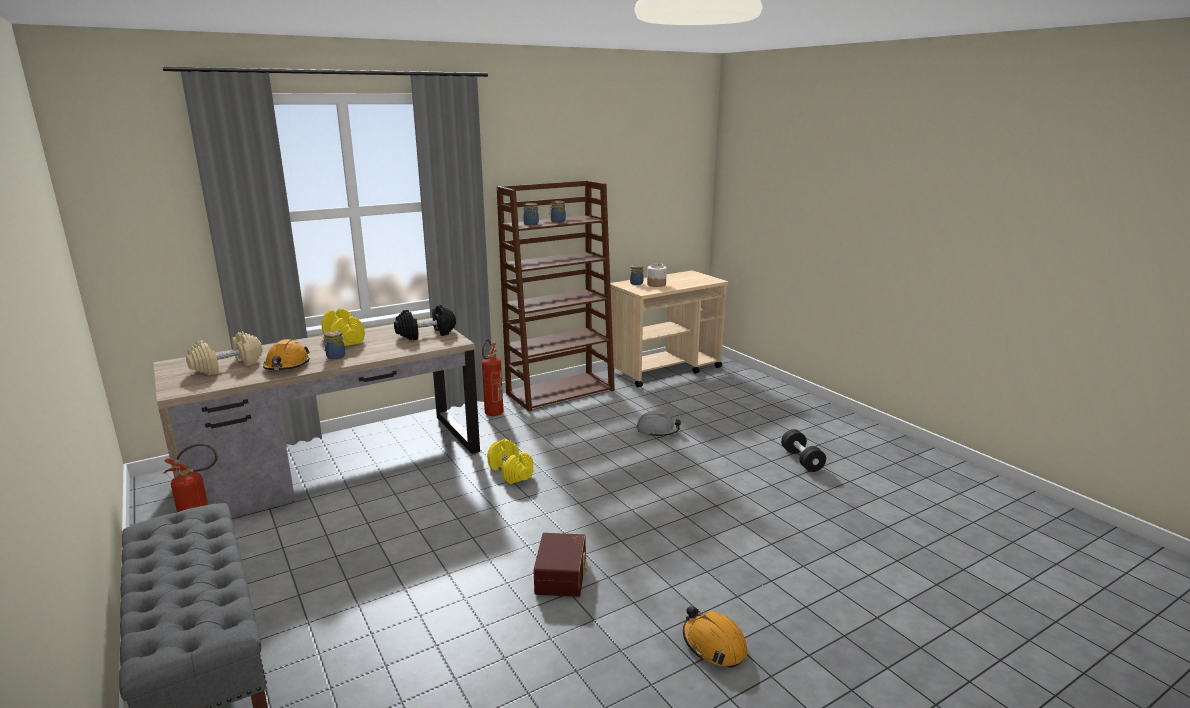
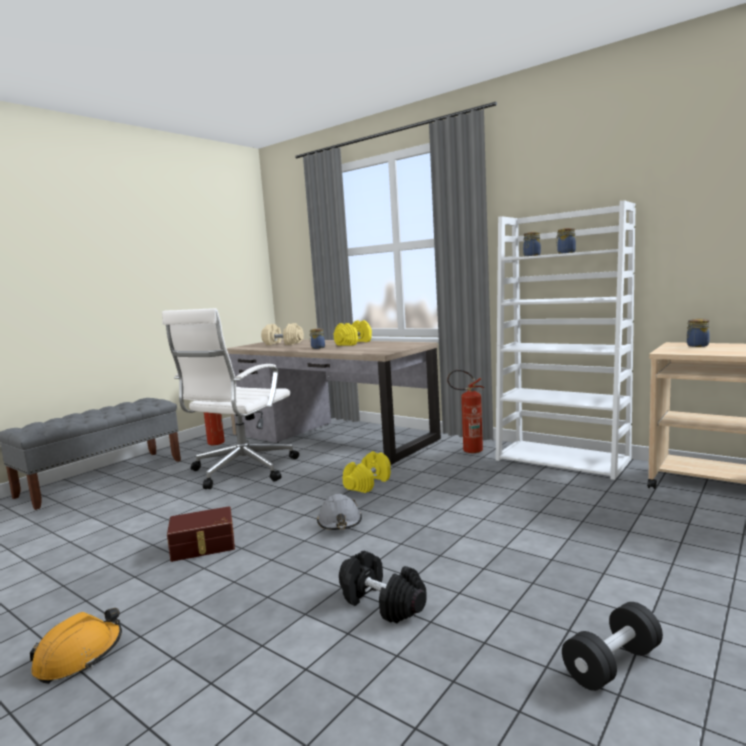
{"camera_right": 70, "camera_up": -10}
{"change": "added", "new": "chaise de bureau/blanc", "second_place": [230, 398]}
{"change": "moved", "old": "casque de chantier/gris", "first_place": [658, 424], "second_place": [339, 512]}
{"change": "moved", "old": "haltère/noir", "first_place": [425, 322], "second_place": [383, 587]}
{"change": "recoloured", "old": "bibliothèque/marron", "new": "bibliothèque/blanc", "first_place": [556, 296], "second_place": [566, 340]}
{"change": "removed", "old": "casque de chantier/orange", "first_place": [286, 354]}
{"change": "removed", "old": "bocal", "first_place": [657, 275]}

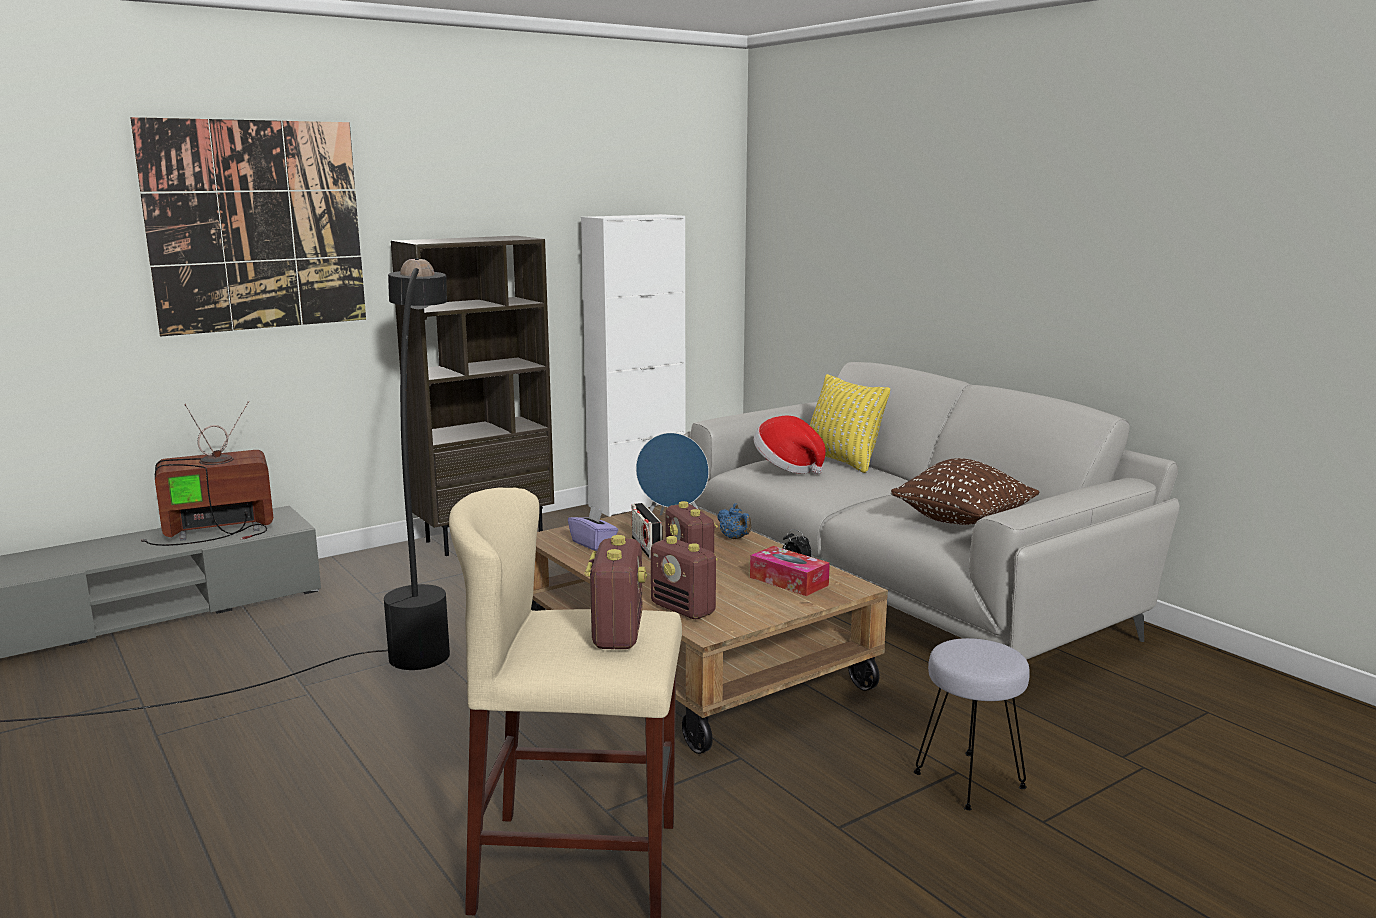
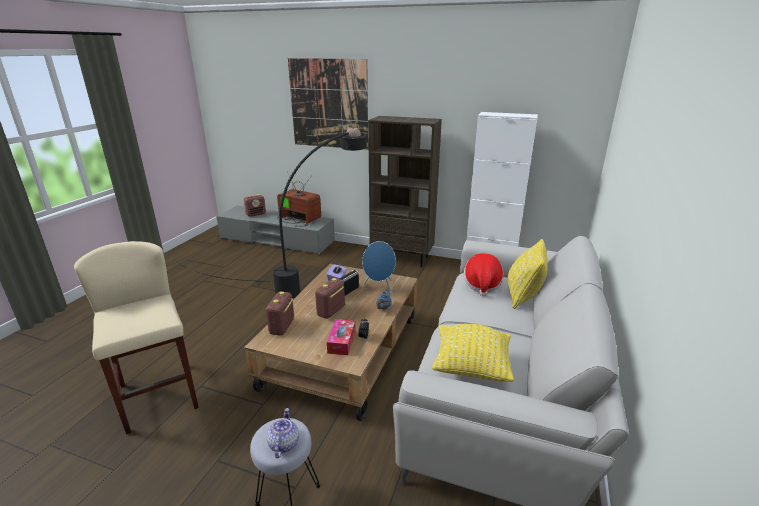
{"camera_right": 55, "camera_up": 10}
{"change": "moved", "old": "radio", "first_place": [615, 592], "second_place": [255, 205]}
{"change": "added", "new": "théière", "second_place": [283, 433]}
{"change": "recoloured", "old": "coussin/marron", "new": "coussin/jaune", "first_place": [965, 491], "second_place": [473, 353]}

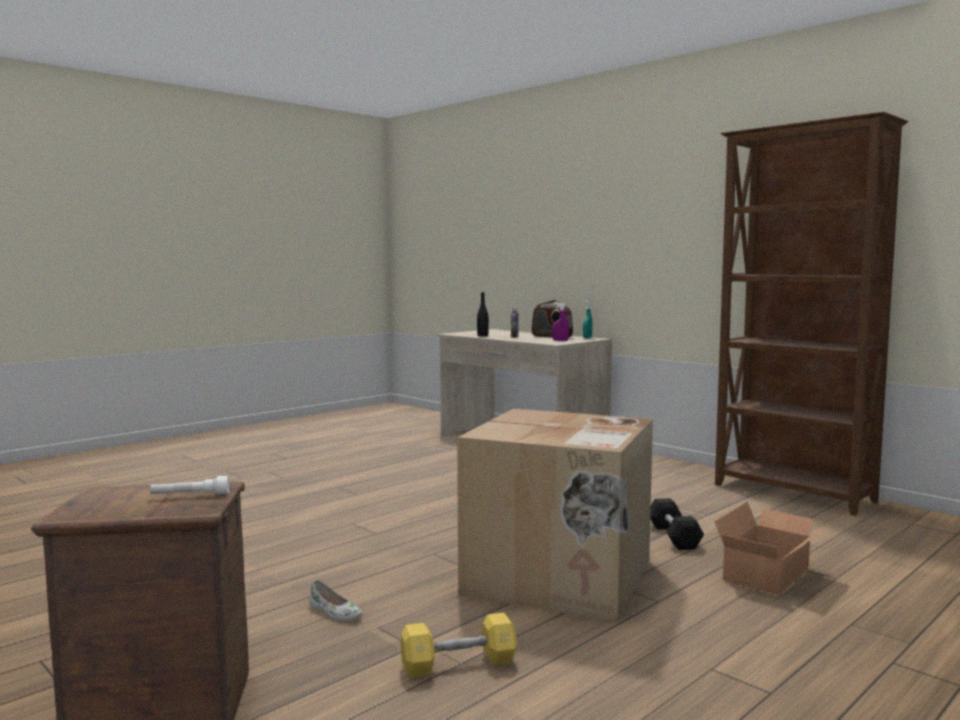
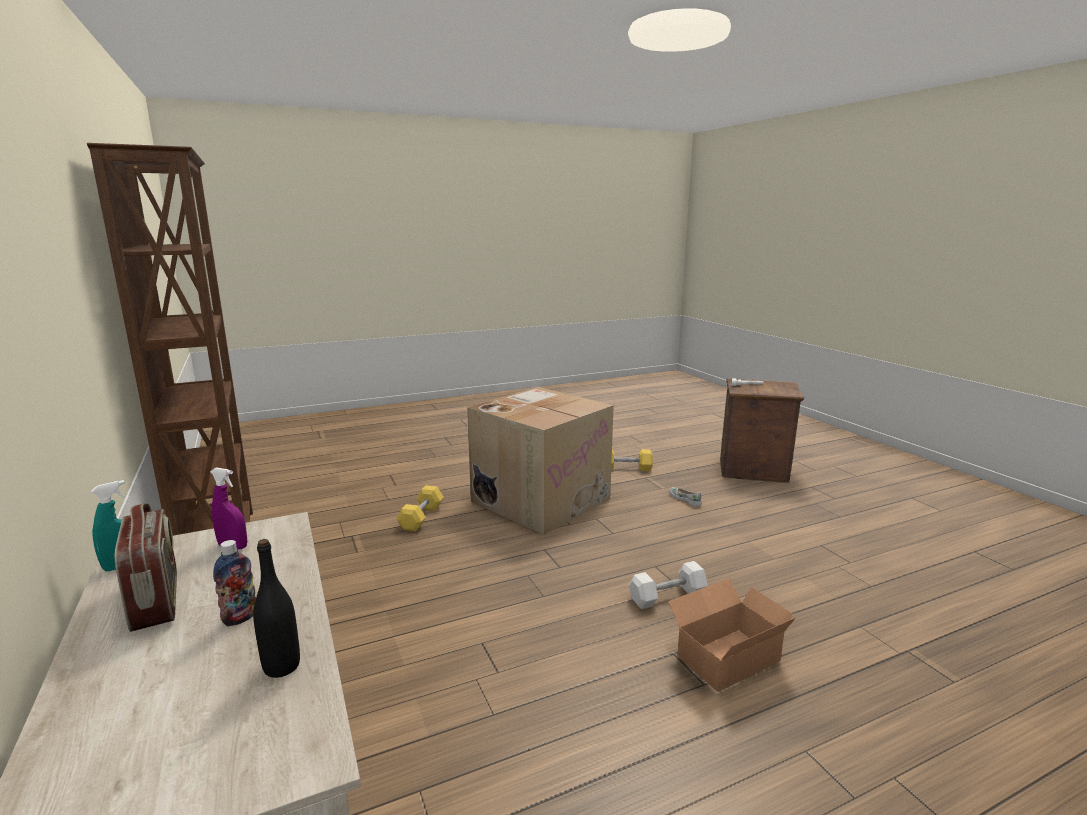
{"camera_right": -160, "camera_up": 10}
{"change": "recoloured", "old": "haltère/noir", "new": "haltère/jaune", "first_place": [677, 524], "second_place": [420, 508]}
{"change": "added", "new": "haltère/blanc", "second_place": [668, 585]}
{"change": "moved", "old": "carton", "first_place": [772, 548], "second_place": [732, 635]}

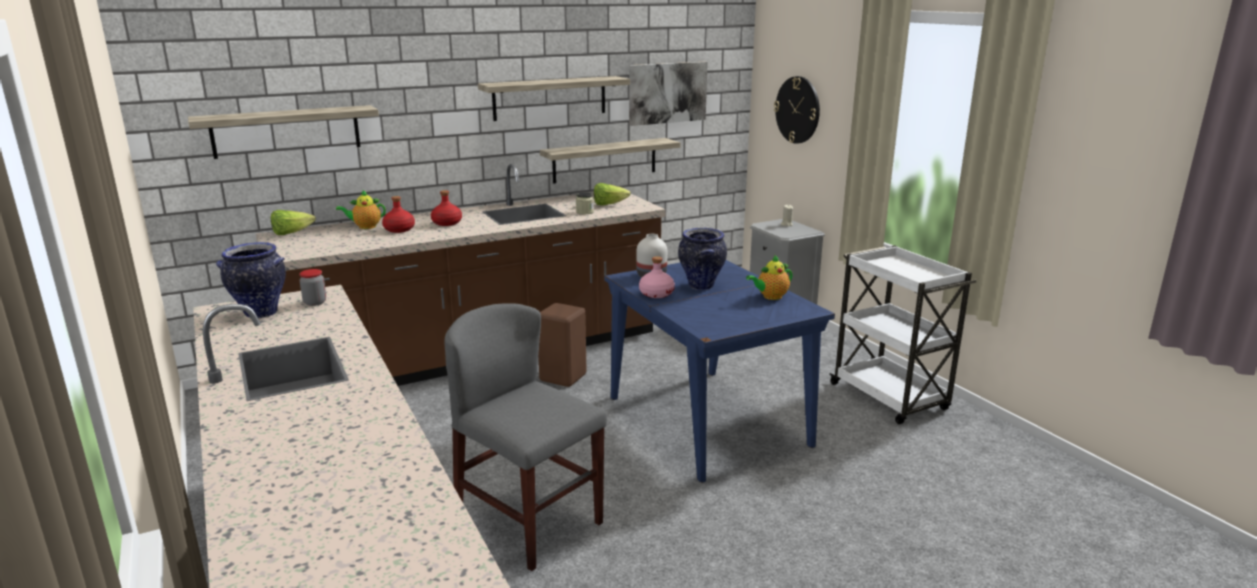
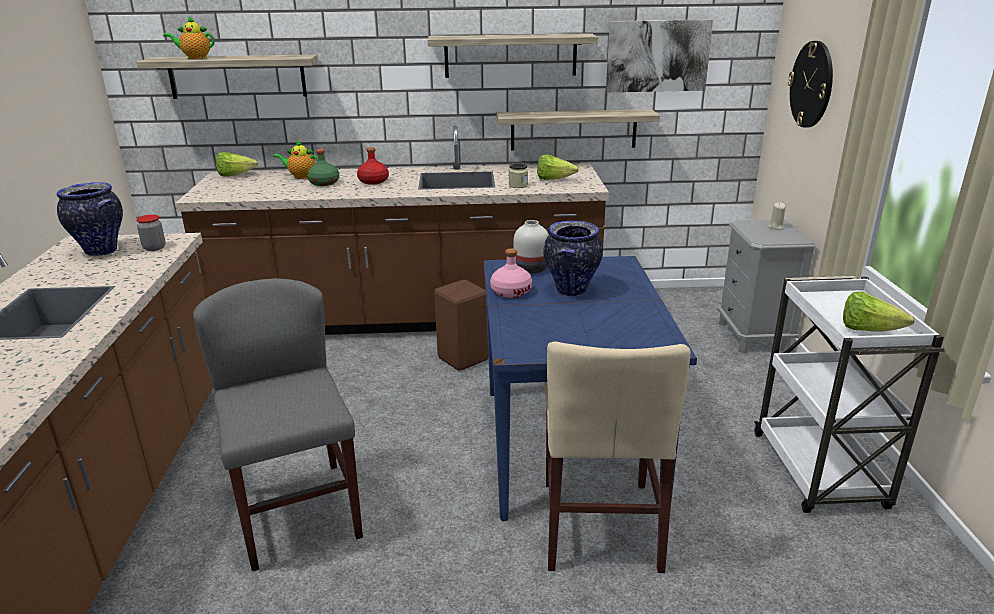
{"camera_right": 25, "camera_up": 5}
{"change": "moved", "old": "théière", "first_place": [769, 277], "second_place": [188, 37]}
{"change": "recoloured", "old": "bouteille/rouge", "new": "bouteille/vert", "first_place": [398, 214], "second_place": [323, 167]}
{"change": "added", "new": "chaise/beige", "second_place": [617, 457]}
{"change": "added", "new": "laitue", "second_place": [879, 312]}

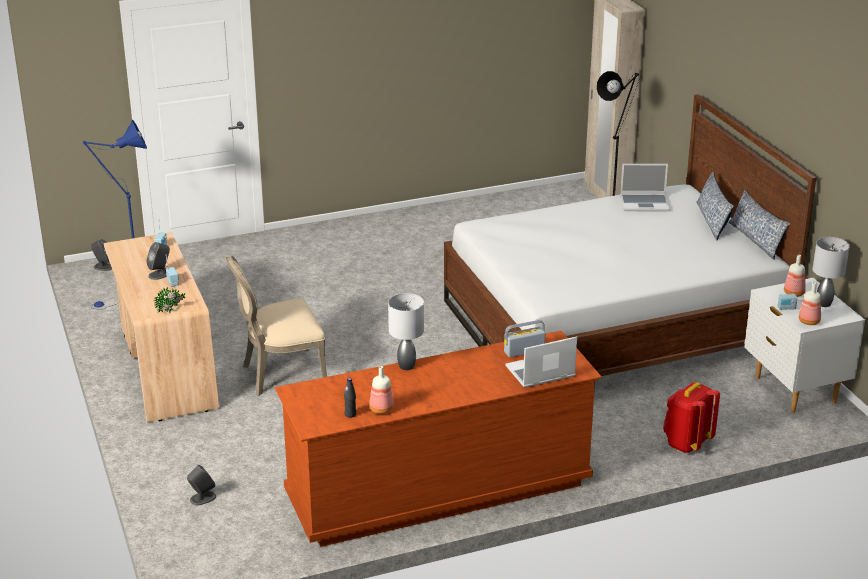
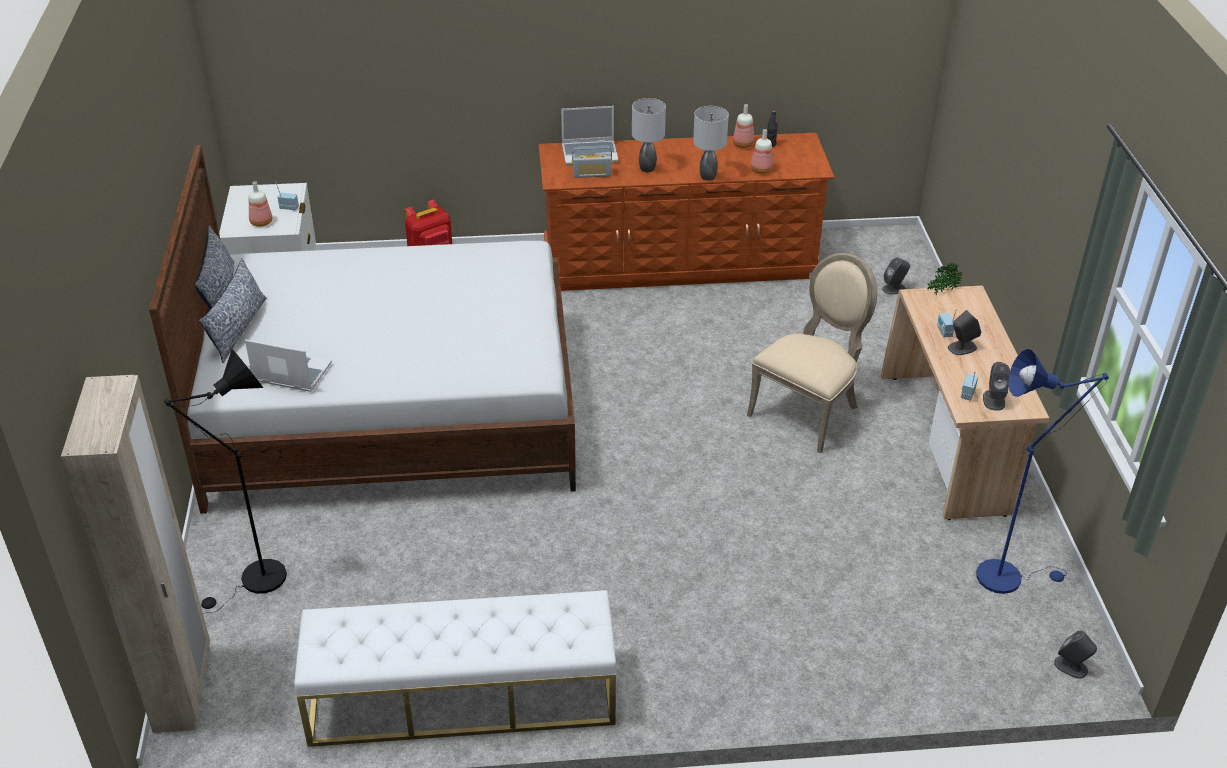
{"camera_right": -165, "camera_up": 10}
{"change": "added", "new": "banc/blanc", "second_place": [455, 668]}
{"change": "moved", "old": "lampe de table/gris", "first_place": [831, 272], "second_place": [649, 135]}
{"change": "turned", "old": "chaise/beige", "first_place": [276, 326], "second_place": [812, 353], "degrees": -45}
{"change": "moved", "old": "bouteille", "first_place": [810, 303], "second_place": [762, 151]}
{"change": "added", "new": "enceinte/gris", "second_place": [996, 386]}

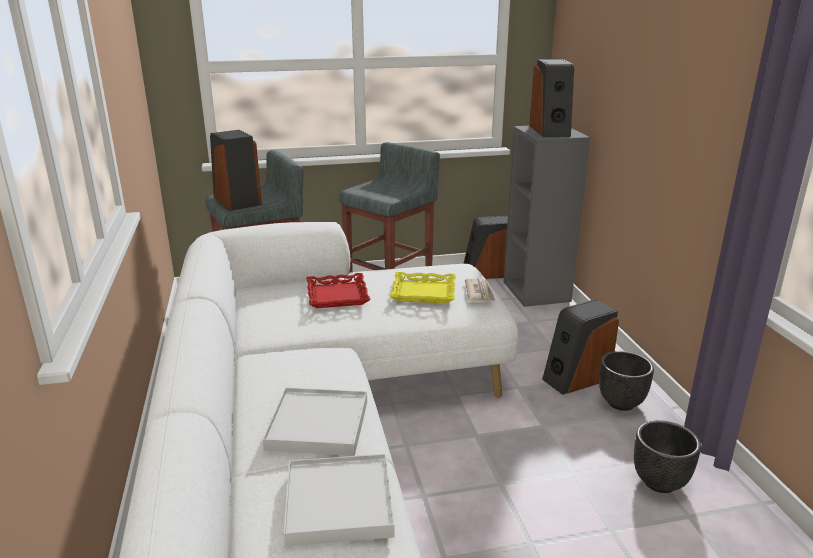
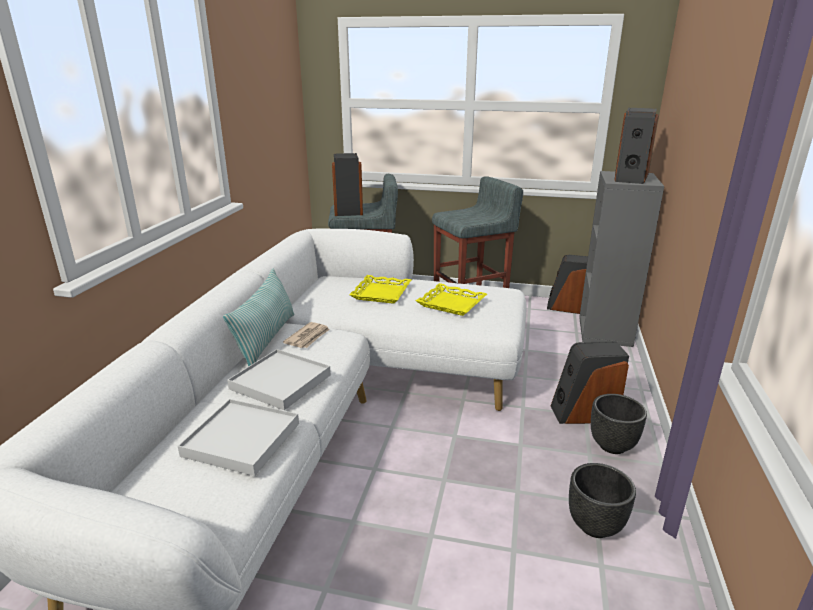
{"camera_right": 25, "camera_up": 0}
{"change": "added", "new": "coussin", "second_place": [258, 317]}
{"change": "moved", "old": "journal", "first_place": [480, 290], "second_place": [306, 335]}
{"change": "recoloured", "old": "plateau/rouge", "new": "plateau/jaune", "first_place": [338, 290], "second_place": [380, 289]}

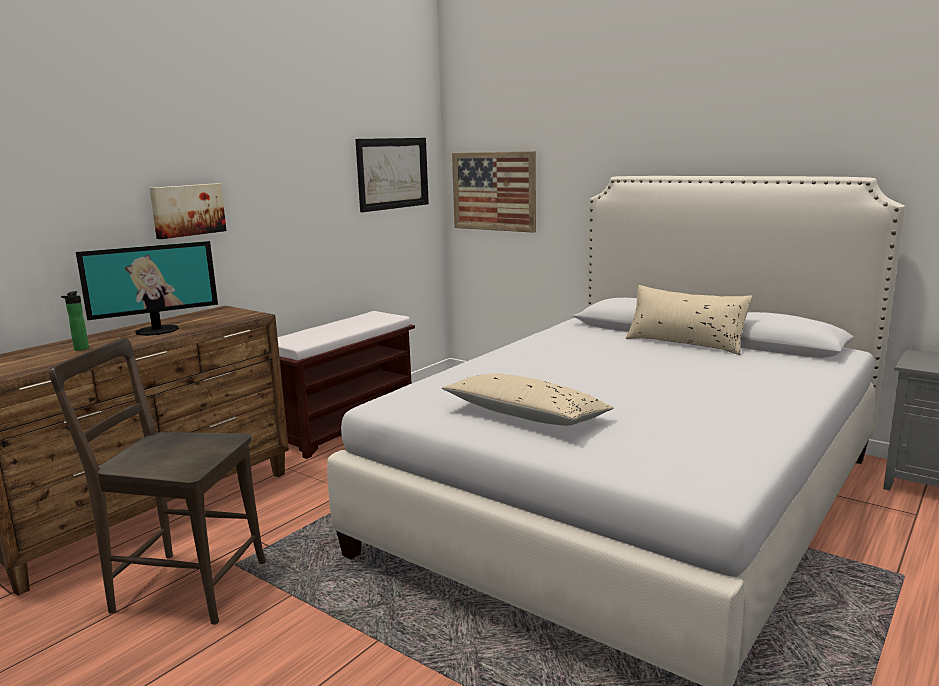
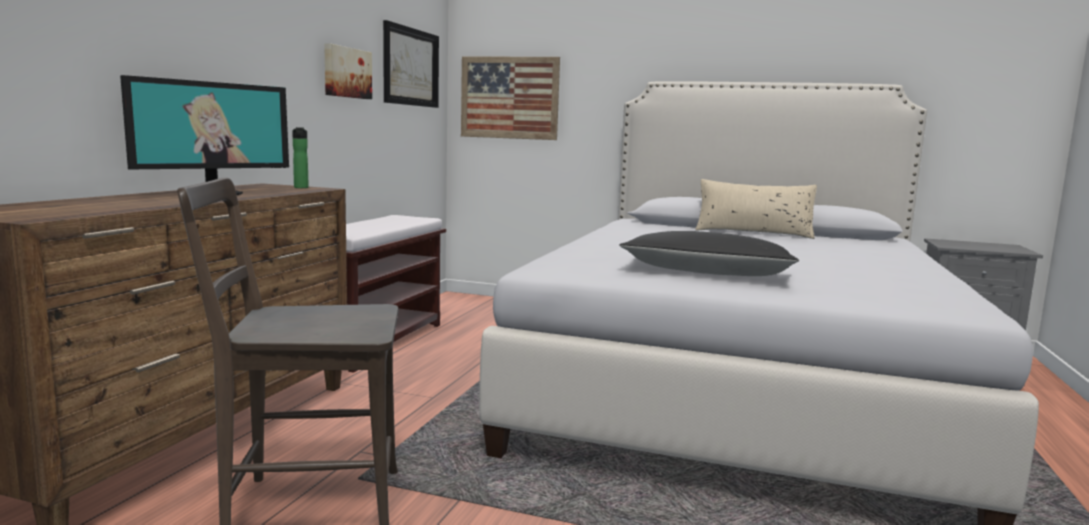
{"camera_right": -20, "camera_up": -5}
{"change": "moved", "old": "bouteille", "first_place": [75, 321], "second_place": [300, 157]}
{"change": "moved", "old": "tableau", "first_place": [188, 211], "second_place": [348, 71]}
{"change": "recoloured", "old": "coussin/beige", "new": "coussin/noir", "first_place": [528, 399], "second_place": [709, 253]}

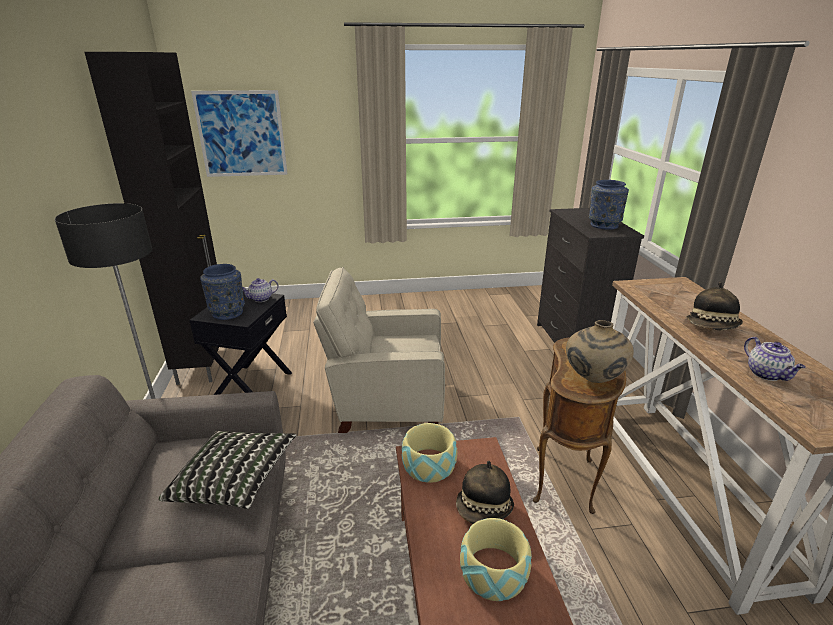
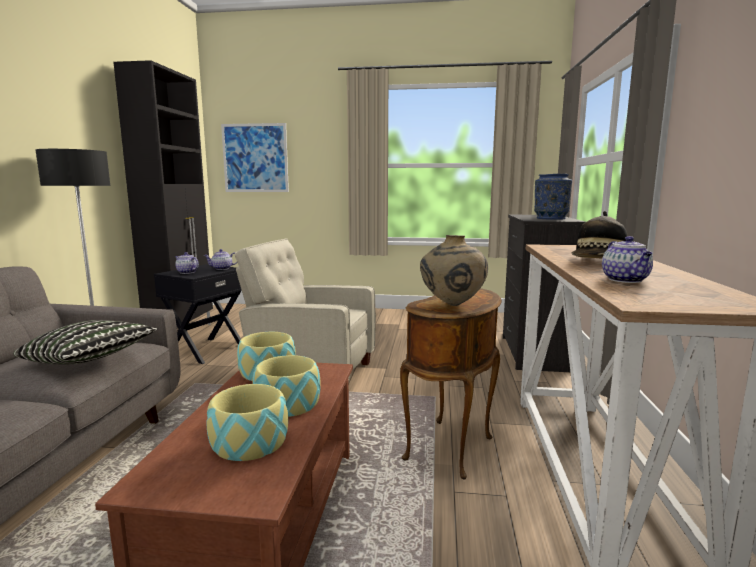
{"camera_right": 15, "camera_up": -15}
{"change": "replaced", "old": "vase/bleu", "new": "théière", "first_place": [222, 292], "second_place": [187, 263]}
{"change": "replaced", "old": "chapeau", "new": "bol", "first_place": [485, 492], "second_place": [286, 386]}

